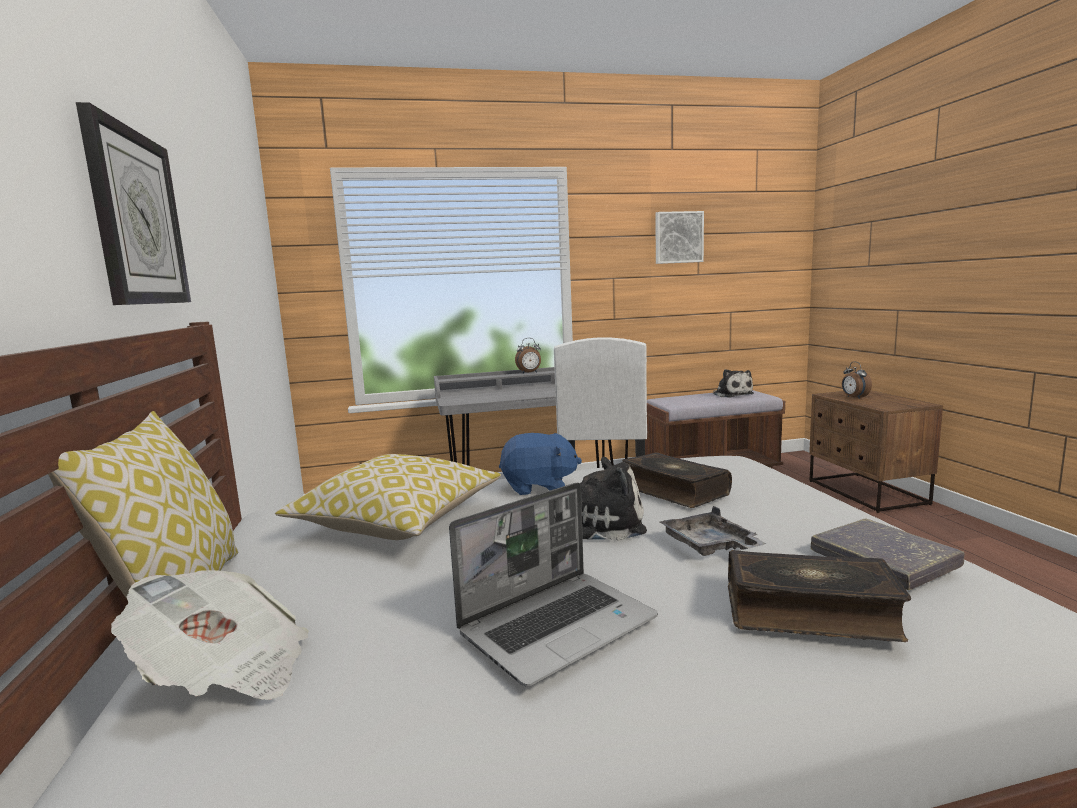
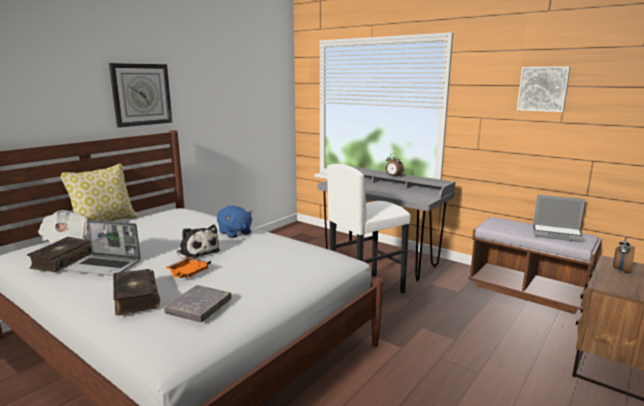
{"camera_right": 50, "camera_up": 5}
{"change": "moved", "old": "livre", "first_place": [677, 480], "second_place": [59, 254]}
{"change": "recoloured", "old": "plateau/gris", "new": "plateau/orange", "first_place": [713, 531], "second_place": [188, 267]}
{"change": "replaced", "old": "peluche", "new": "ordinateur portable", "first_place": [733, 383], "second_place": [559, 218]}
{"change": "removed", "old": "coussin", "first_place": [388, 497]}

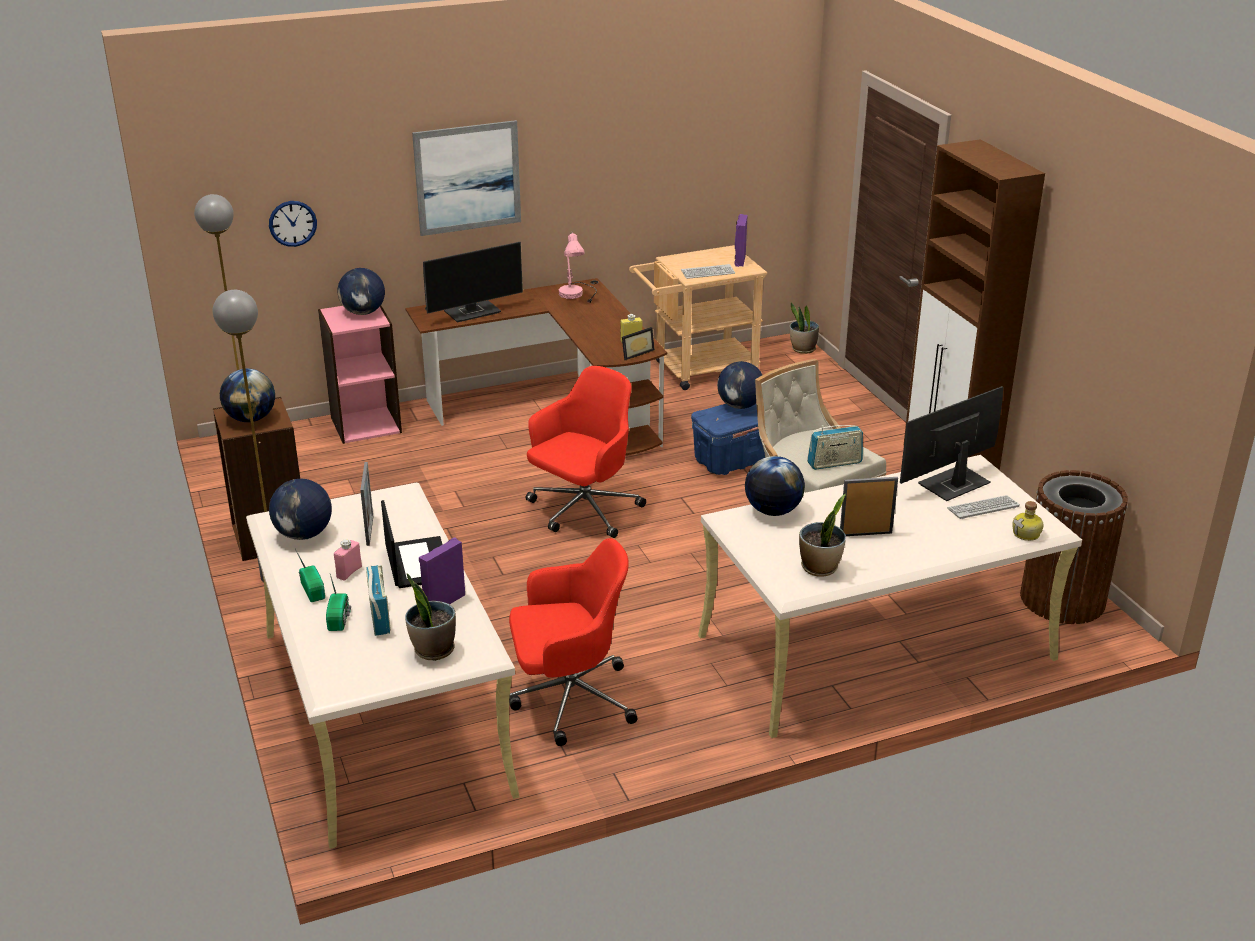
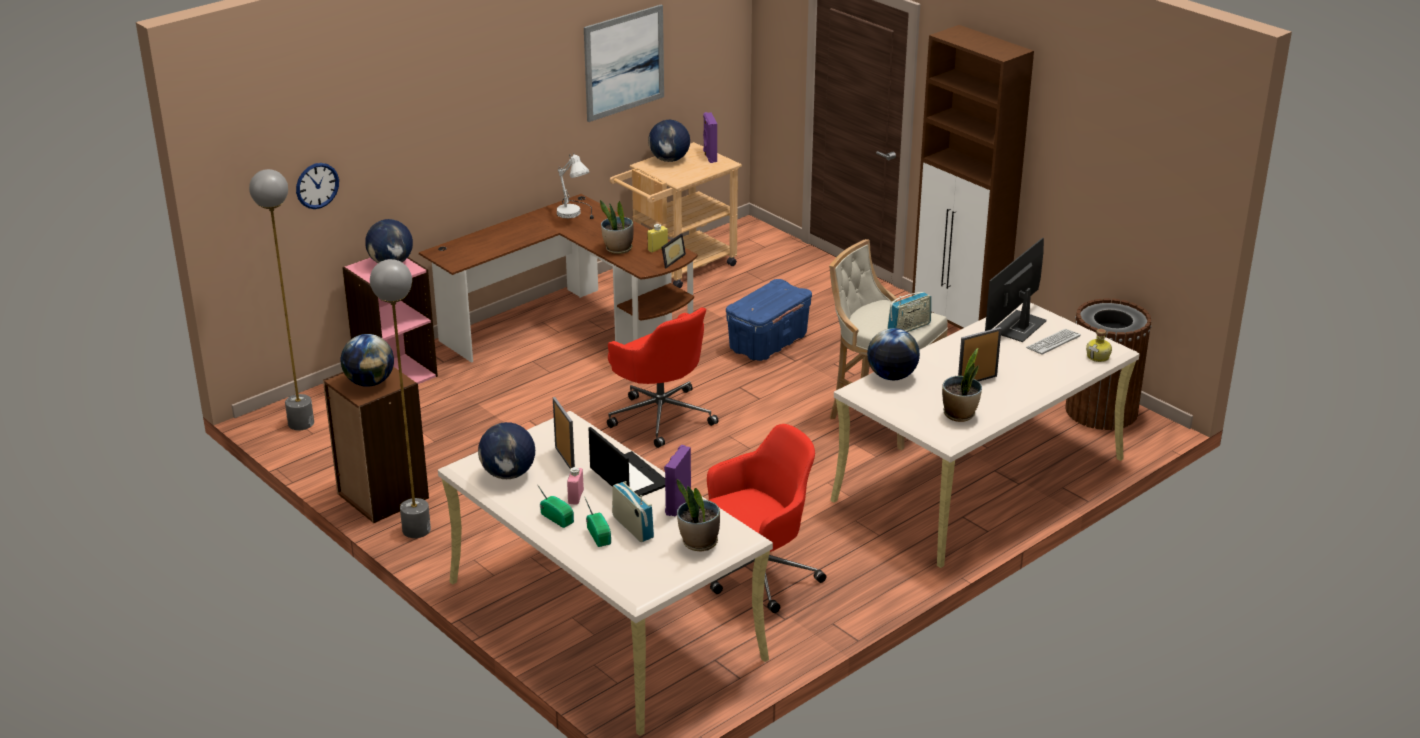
{"camera_right": -20, "camera_up": 0}
{"change": "recoloured", "old": "lampe de table/rose", "new": "lampe de table/blanc", "first_place": [578, 267], "second_place": [575, 186]}
{"change": "moved", "old": "tableau", "first_place": [466, 178], "second_place": [624, 63]}
{"change": "moved", "old": "plante en pot", "first_place": [804, 328], "second_place": [616, 227]}
{"change": "turned", "old": "chaise de bureau/rouge", "first_place": [586, 452], "second_place": [663, 377], "degrees": 120}
{"change": "moved", "old": "globe", "first_place": [739, 385], "second_place": [669, 141]}
{"change": "removed", "old": "écran d'ordinateur", "first_place": [473, 282]}
{"change": "removed", "old": "clavier", "first_place": [708, 271]}

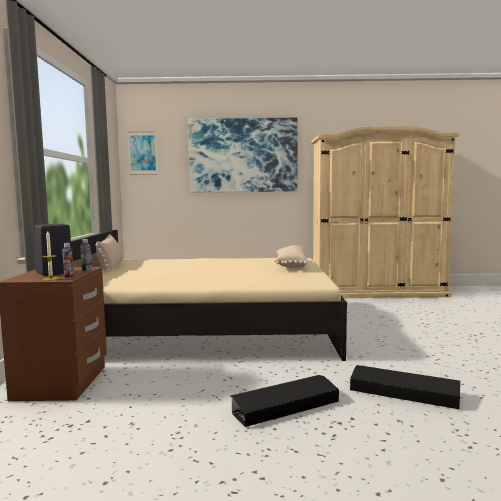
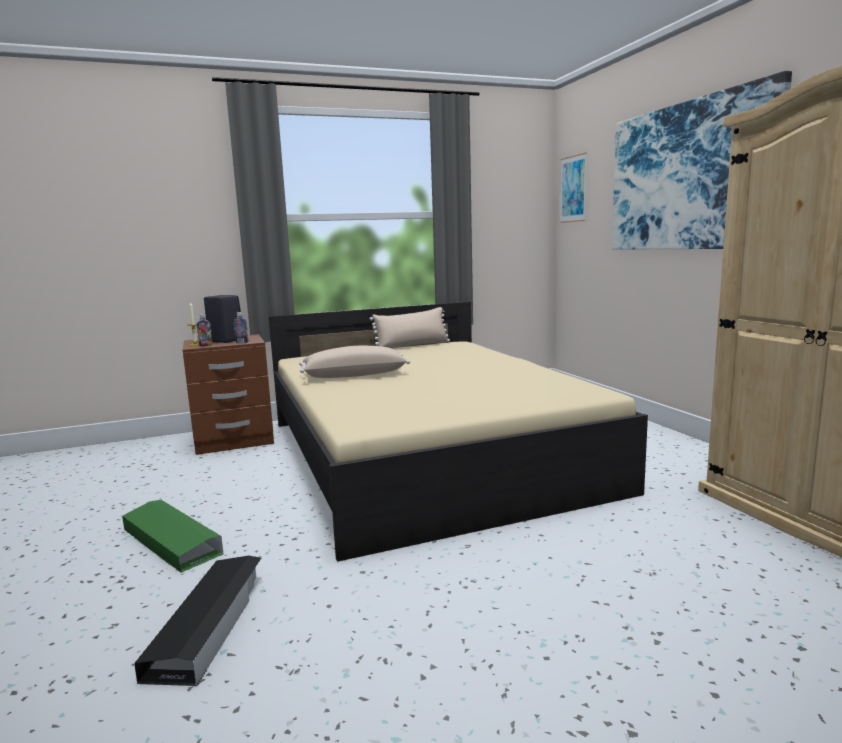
{"camera_right": 70, "camera_up": 5}
{"change": "recoloured", "old": "boîte de rangement/noir", "new": "boîte de rangement/vert", "first_place": [284, 401], "second_place": [173, 536]}
{"change": "moved", "old": "coussin/beige", "first_place": [291, 256], "second_place": [354, 362]}

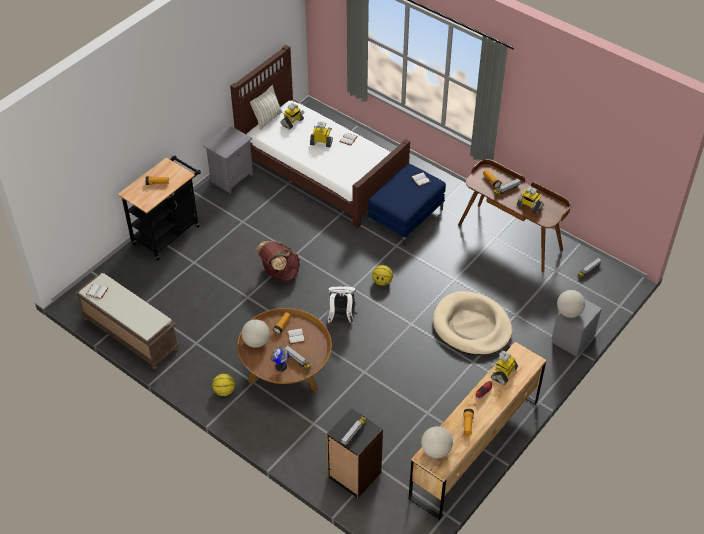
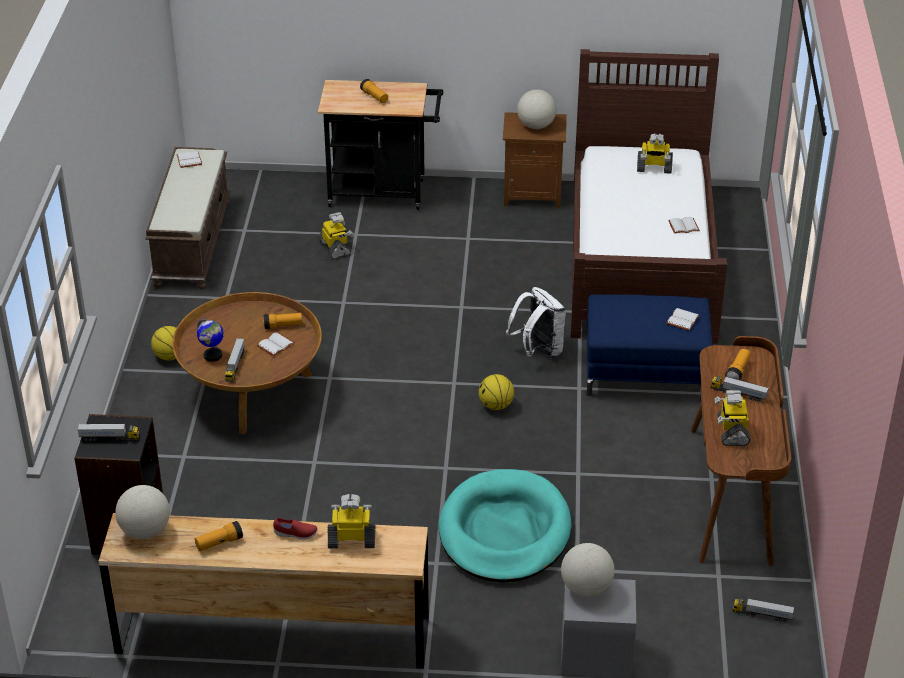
{"camera_right": 55, "camera_up": -10}
{"change": "moved", "old": "robot jouet", "first_place": [321, 134], "second_place": [336, 235]}
{"change": "recoloured", "old": "panier pour chien/beige", "new": "panier pour chien/turquoise", "first_place": [473, 323], "second_place": [505, 526]}
{"change": "recoloured", "old": "table de chevet/gris", "new": "table de chevet/marron", "first_place": [228, 159], "second_place": [535, 160]}
{"change": "moved", "old": "sac à dos/blanc", "first_place": [341, 306], "second_place": [536, 323]}
{"change": "moved", "old": "globe", "first_place": [256, 333], "second_place": [537, 109]}
{"change": "removed", "old": "coussin", "first_place": [266, 107]}
{"change": "removed", "old": "sac à dos/marron", "first_place": [277, 261]}

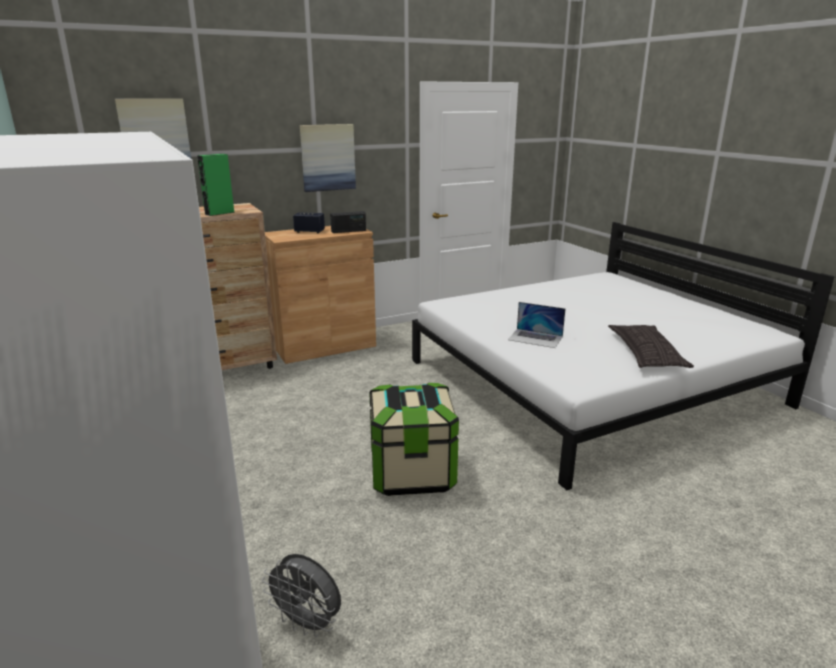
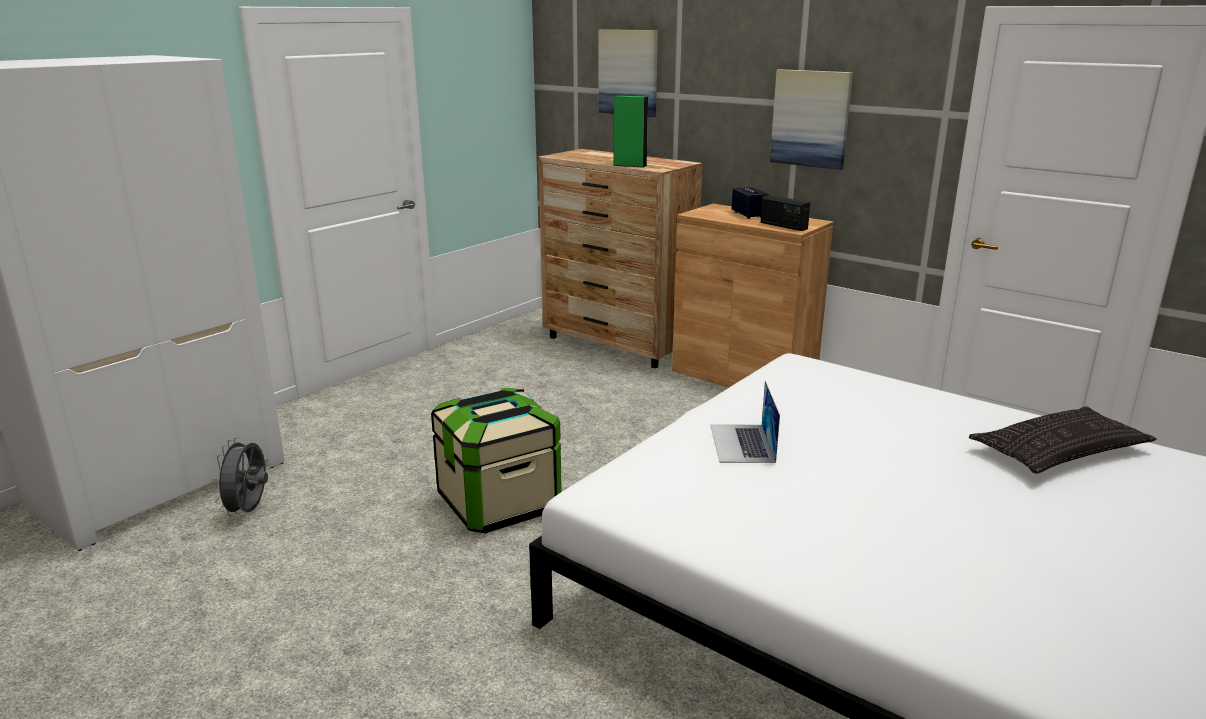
{"camera_right": 65, "camera_up": 0}
{"change": "moved", "old": "coussin", "first_place": [651, 346], "second_place": [1063, 440]}

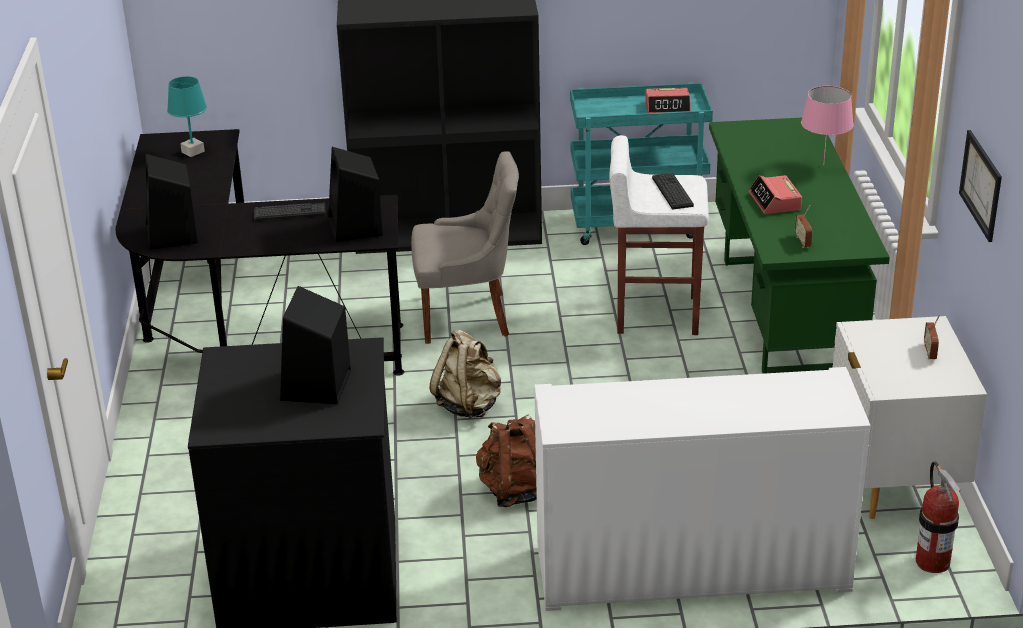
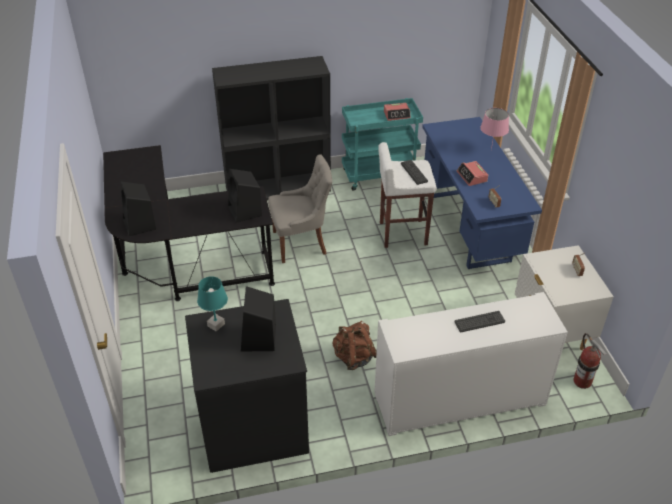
{"camera_right": -10, "camera_up": 10}
{"change": "moved", "old": "lampe de table/turquoise", "first_place": [187, 116], "second_place": [212, 304]}
{"change": "recoloured", "old": "bureau/vert", "new": "bureau/bleu", "first_place": [799, 246], "second_place": [482, 193]}
{"change": "moved", "old": "clavier", "first_place": [290, 212], "second_place": [480, 321]}
{"change": "removed", "old": "sac à dos/beige", "first_place": [465, 374]}
{"change": "removed", "old": "tableau", "first_place": [980, 186]}

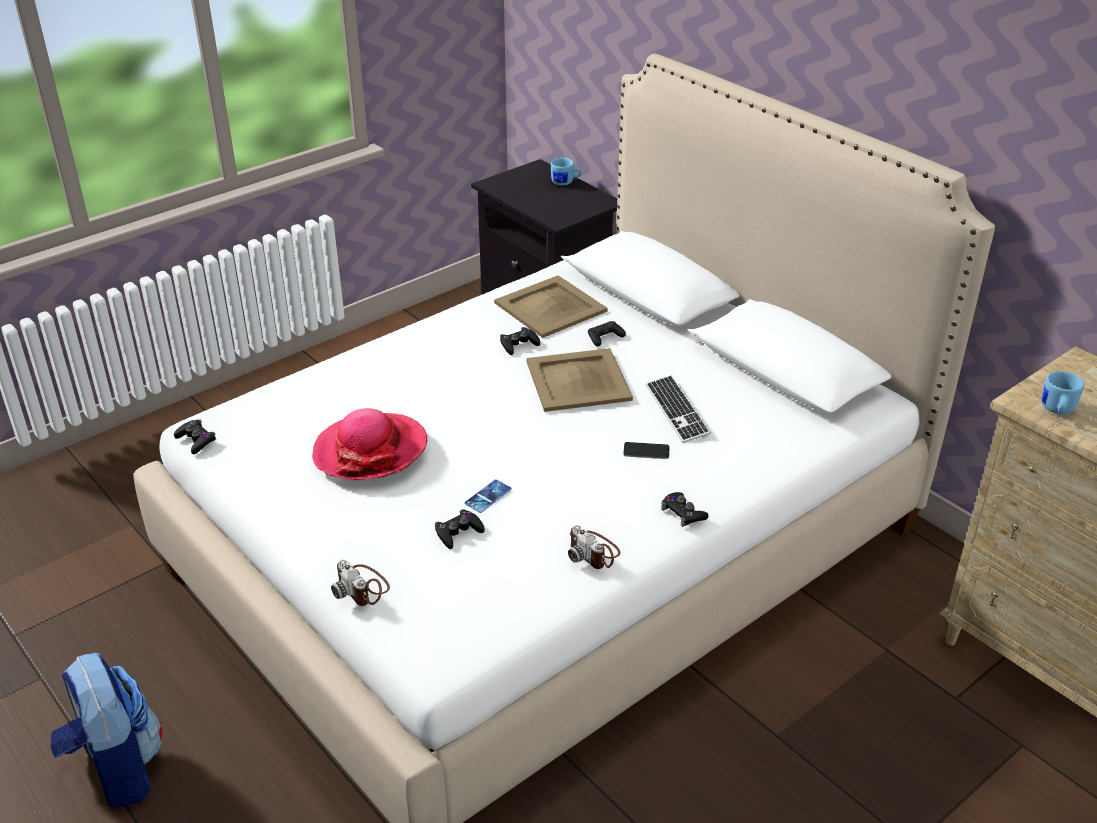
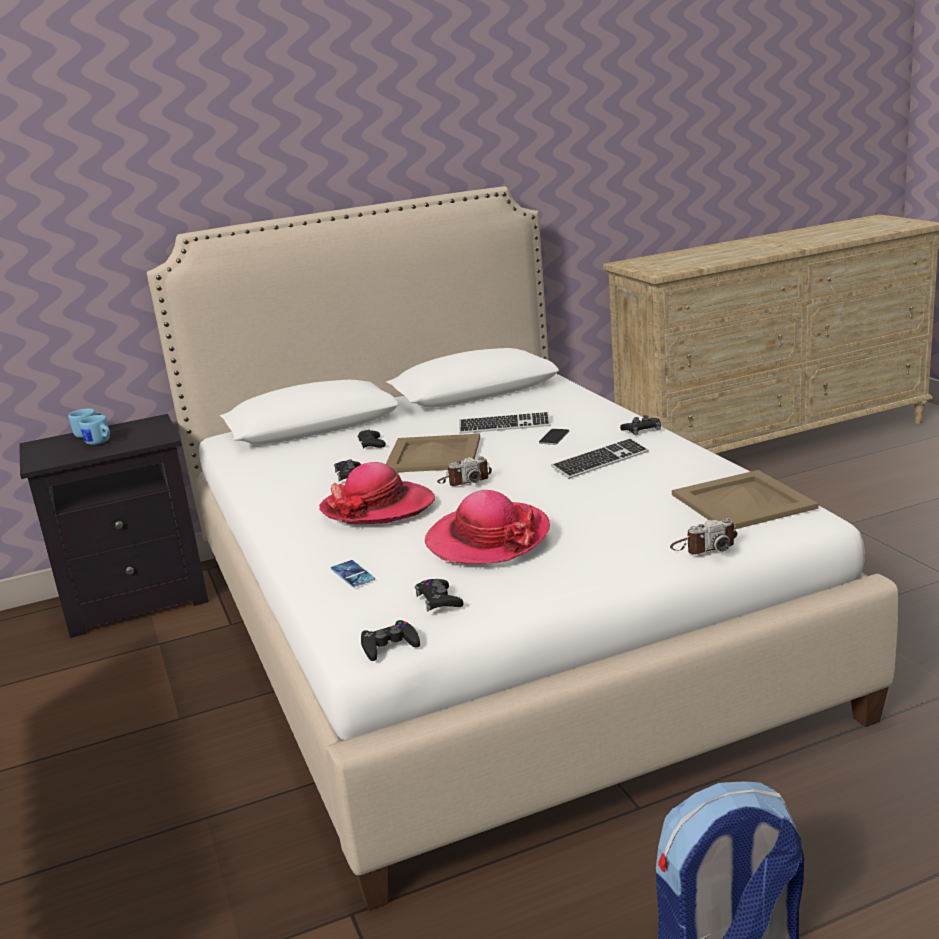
{"camera_right": -70, "camera_up": -15}
{"change": "moved", "old": "mug/bleu", "first_place": [1063, 392], "second_place": [94, 430]}
{"change": "added", "new": "chapeau", "second_place": [377, 493]}
{"change": "moved", "old": "téléphone", "first_place": [488, 496], "second_place": [353, 573]}
{"change": "moved", "old": "manette/noir", "first_place": [460, 529], "second_place": [439, 595]}
{"change": "moved", "old": "appareil photo", "first_place": [594, 547], "second_place": [464, 471]}
{"change": "added", "new": "clavier", "second_place": [600, 458]}
{"change": "moved", "old": "plateau/beige", "first_place": [551, 307], "second_place": [745, 500]}

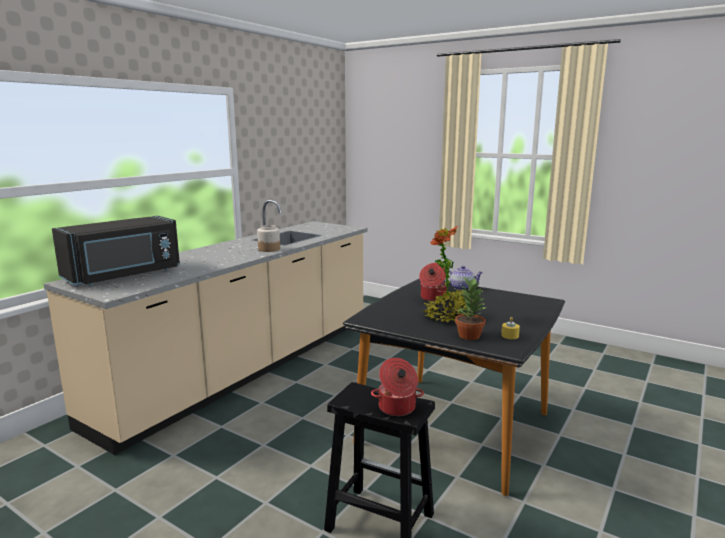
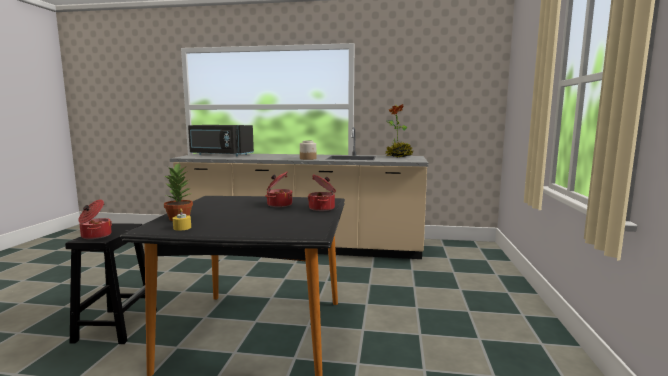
{"camera_right": 65, "camera_up": -5}
{"change": "replaced", "old": "théière", "new": "marmite", "first_place": [464, 278], "second_place": [322, 193]}
{"change": "moved", "old": "plante en pot", "first_place": [449, 274], "second_place": [399, 131]}

